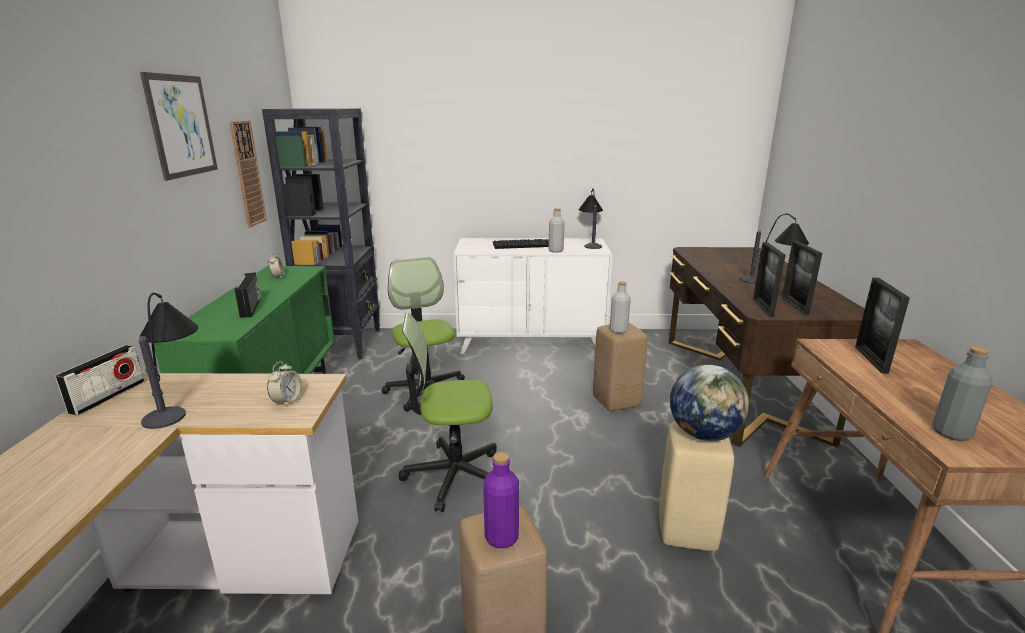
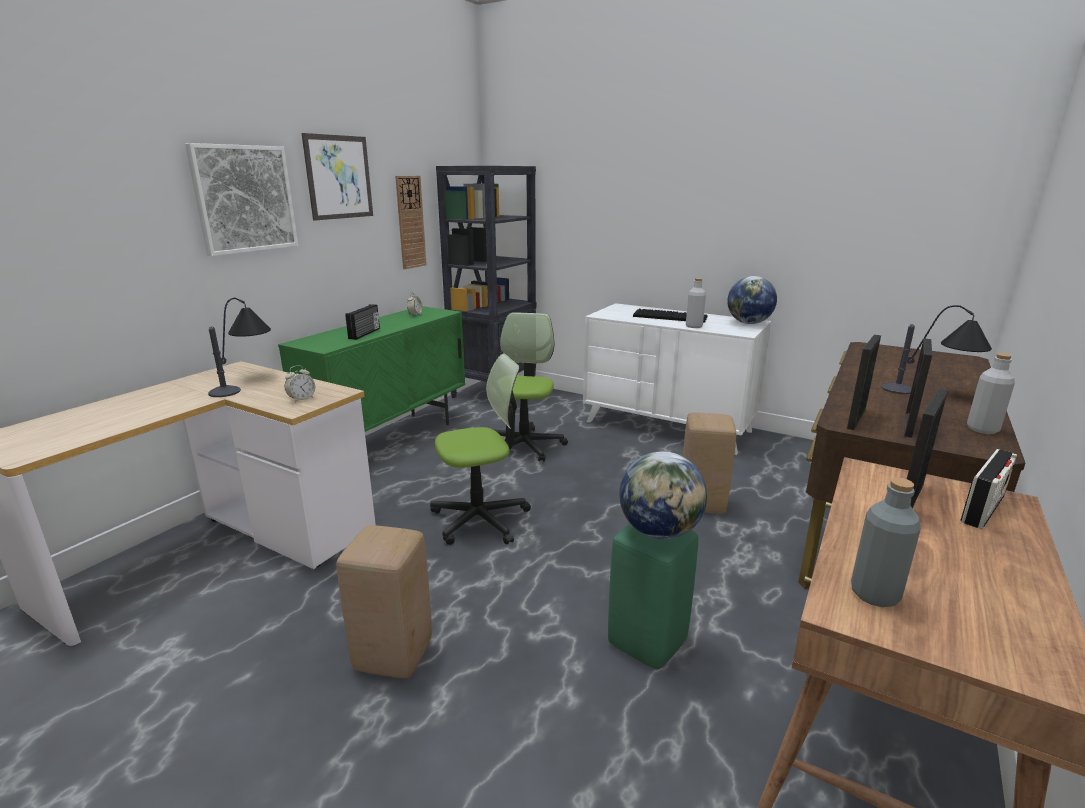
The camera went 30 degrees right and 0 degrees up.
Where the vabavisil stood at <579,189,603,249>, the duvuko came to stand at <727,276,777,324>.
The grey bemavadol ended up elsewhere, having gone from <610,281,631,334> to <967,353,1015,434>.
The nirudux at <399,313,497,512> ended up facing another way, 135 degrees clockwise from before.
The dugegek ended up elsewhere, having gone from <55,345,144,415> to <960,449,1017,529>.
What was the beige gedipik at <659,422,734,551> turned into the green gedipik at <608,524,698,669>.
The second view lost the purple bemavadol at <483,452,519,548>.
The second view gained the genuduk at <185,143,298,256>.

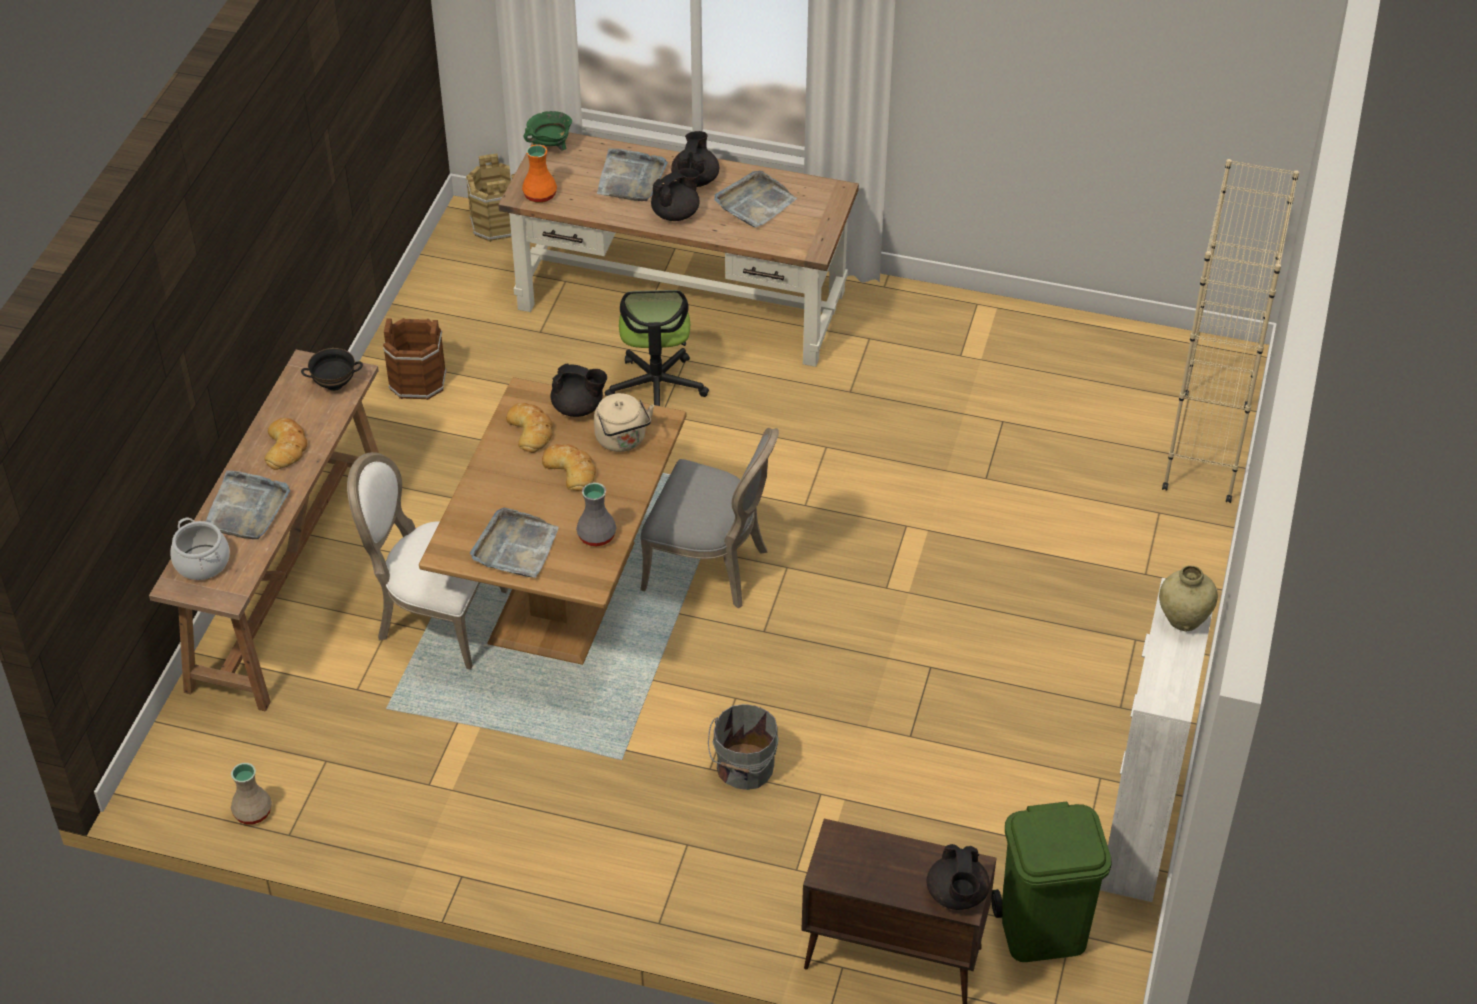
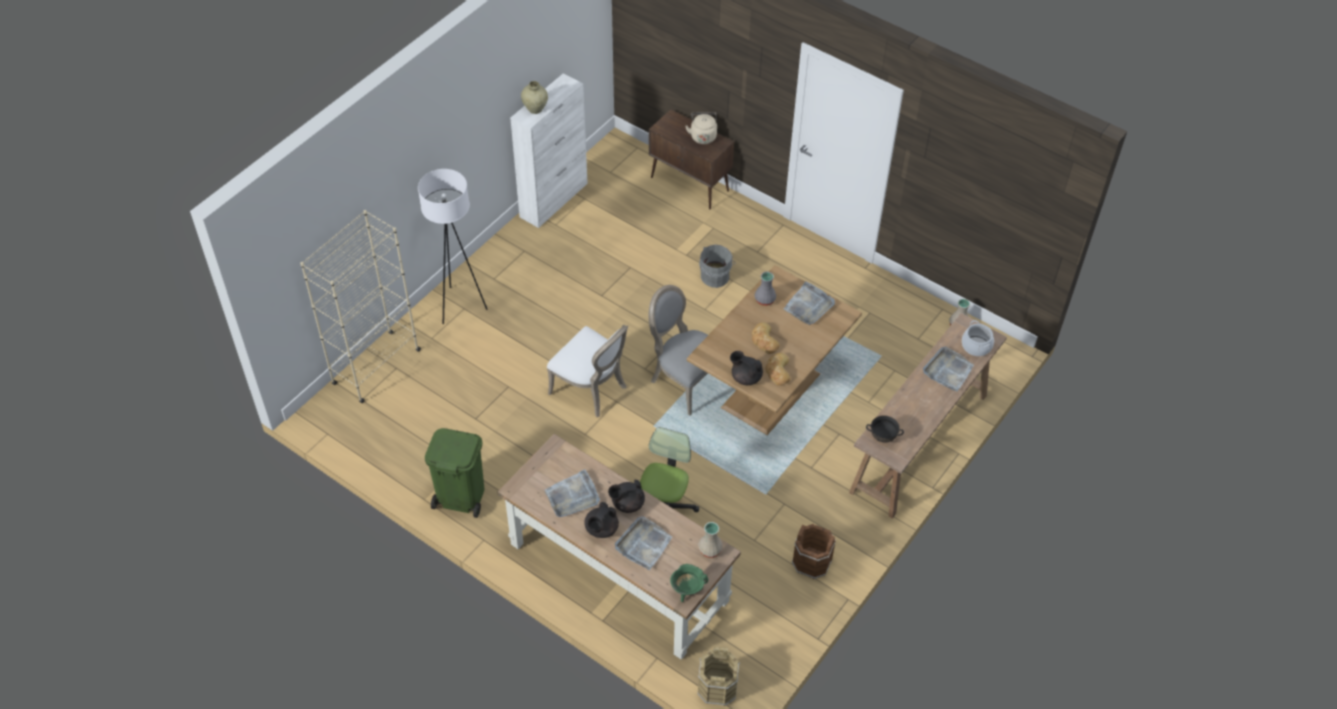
The camera went 160 degrees left and 5 degrees up.
What was the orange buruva at <522,144,557,203> turned into the beige buruva at <698,522,723,558>.
The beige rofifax ended up elsewhere, having gone from <594,393,654,452> to <685,112,717,144>.
The second view lost the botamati at <264,418,307,470>.
The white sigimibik ended up elsewhere, having gone from <347,452,508,670> to <547,324,628,417>.
The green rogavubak ended up elsewhere, having gone from <991,802,1111,962> to <425,428,484,518>.
The second view lost the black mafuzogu at <927,844,990,910>.
The second view gained the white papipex at <418,169,488,324>.

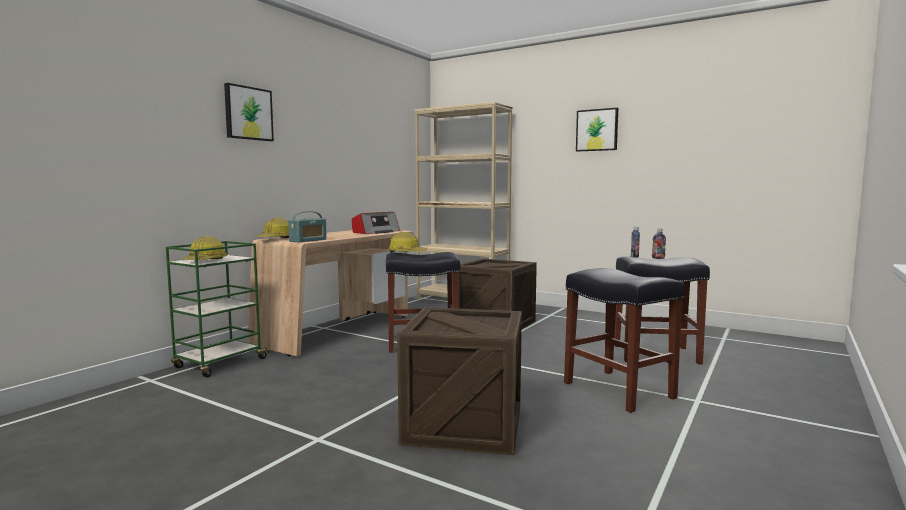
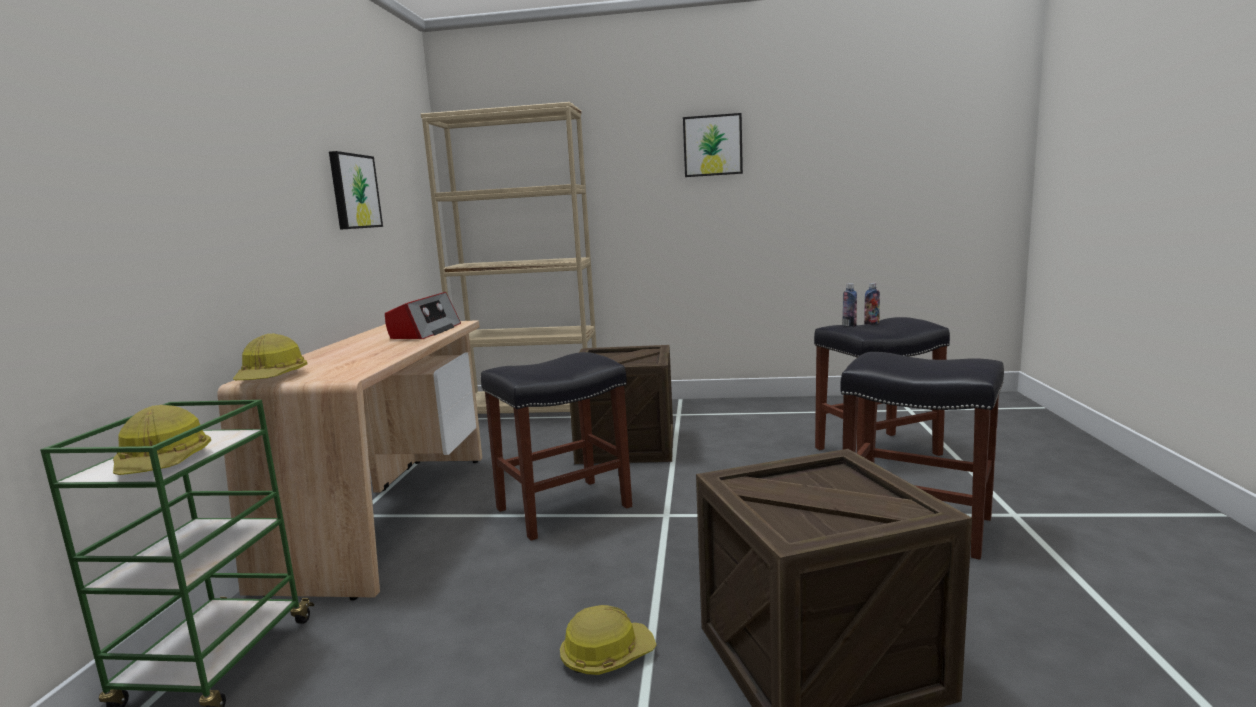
The camera went 25 degrees left and 5 degrees up.
The genuduk ended up elsewhere, having gone from <224,83,274,141> to <329,151,383,230>.
The second view lost the dugegek at <288,211,327,243>.
The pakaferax ended up elsewhere, having gone from <388,232,427,254> to <560,605,657,675>.

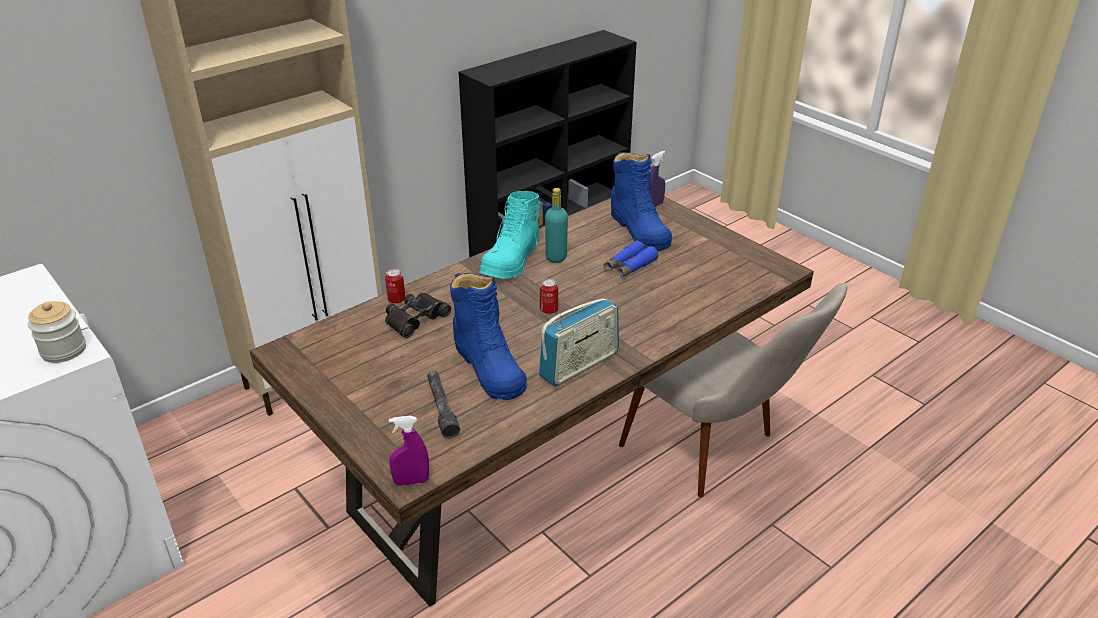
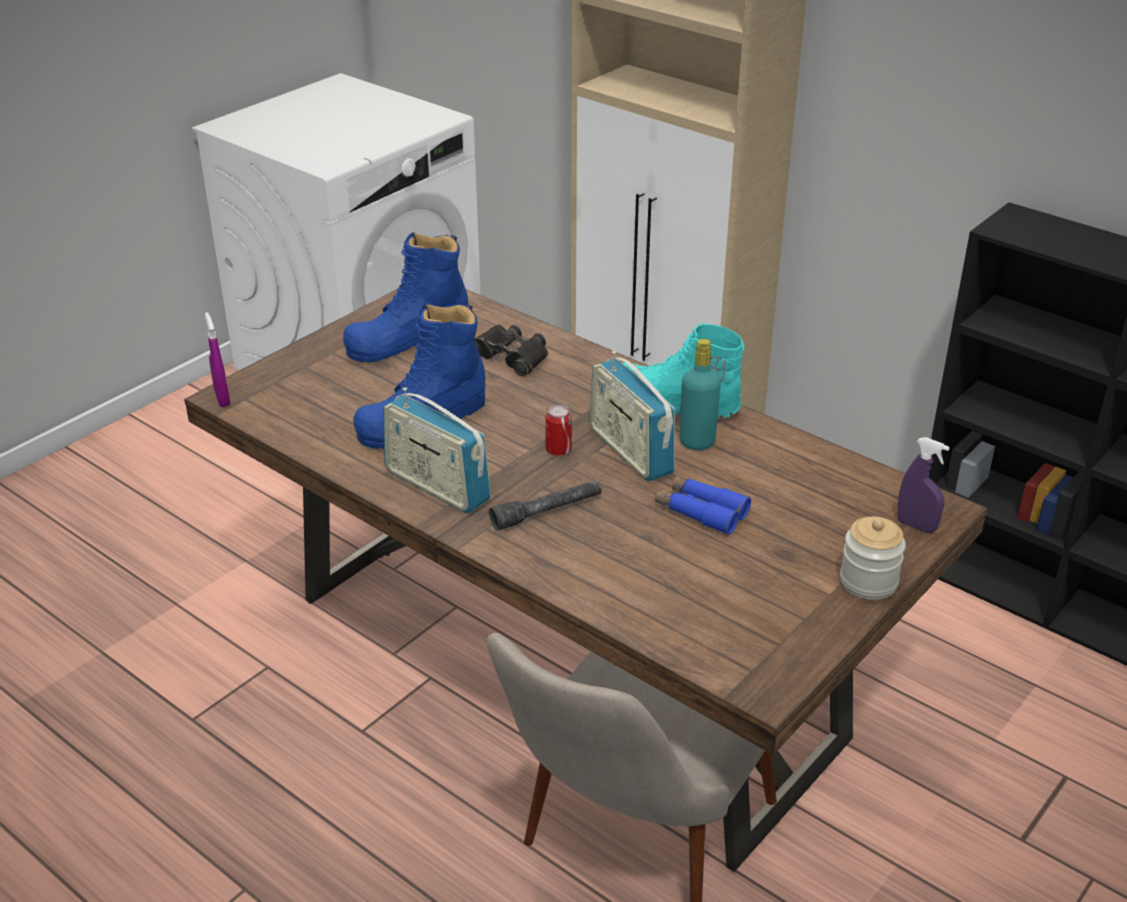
The camera went 80 degrees right and 0 degrees up.
The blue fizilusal ended up elsewhere, having gone from <611,152,672,251> to <343,232,468,362>.
The second view lost the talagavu at <385,268,405,304>.
The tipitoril ended up elsewhere, having gone from <28,301,86,363> to <840,517,906,600>.
The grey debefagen ended up elsewhere, having gone from <427,371,460,439> to <489,480,602,531>.
The second view gained the dugegek at <589,351,675,481>.

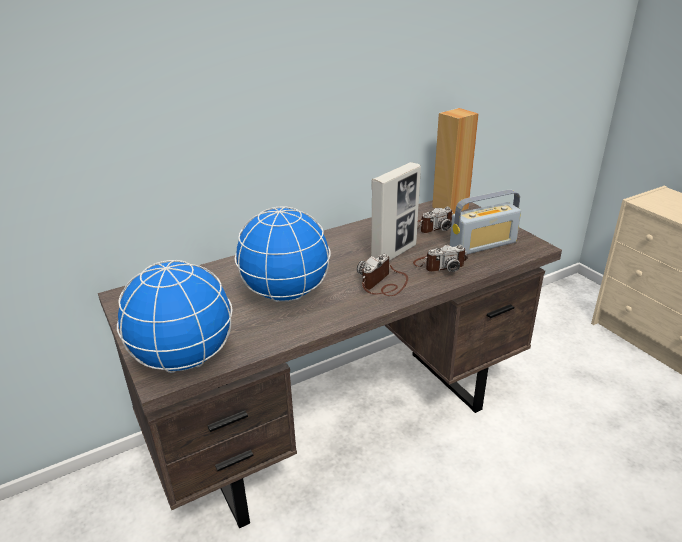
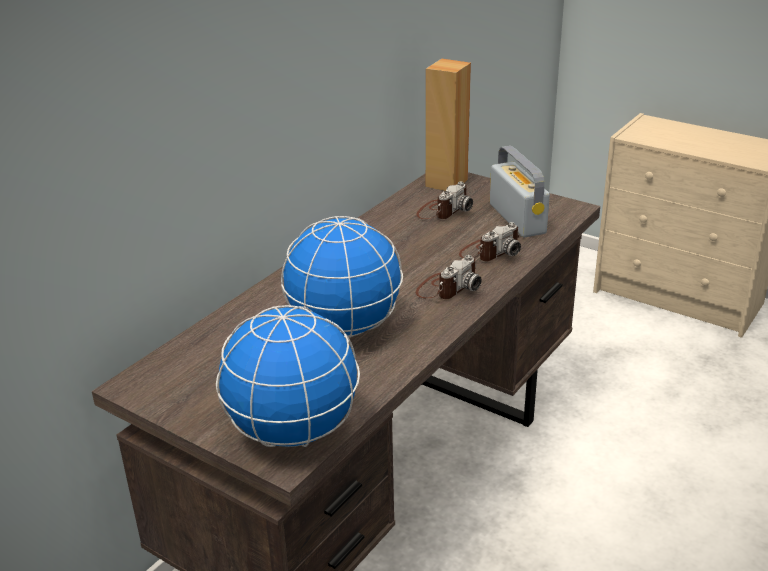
The camera went 25 degrees left and 0 degrees up.
The second view lost the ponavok at <371,162,421,261>.
The dugegek at <450,190,521,254> ended up facing another way, 60 degrees counterclockwise from before.
The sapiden at <357,253,408,296> ended up facing another way, 150 degrees counterclockwise from before.

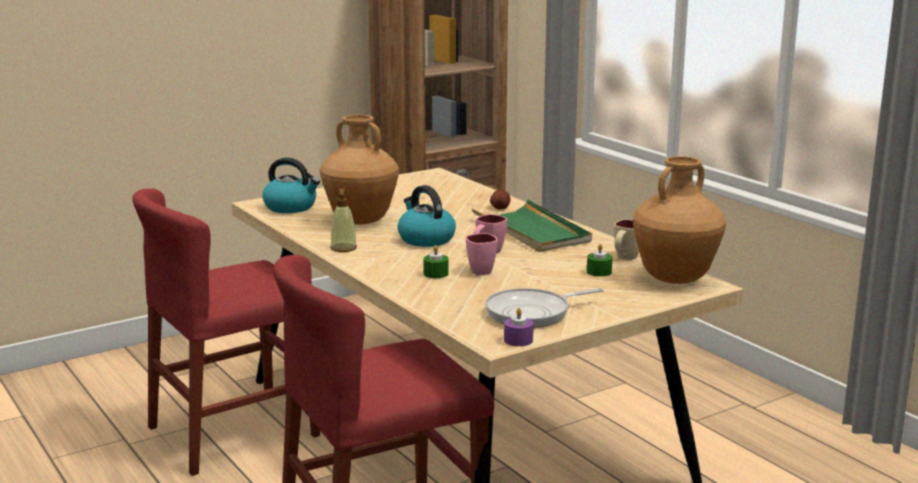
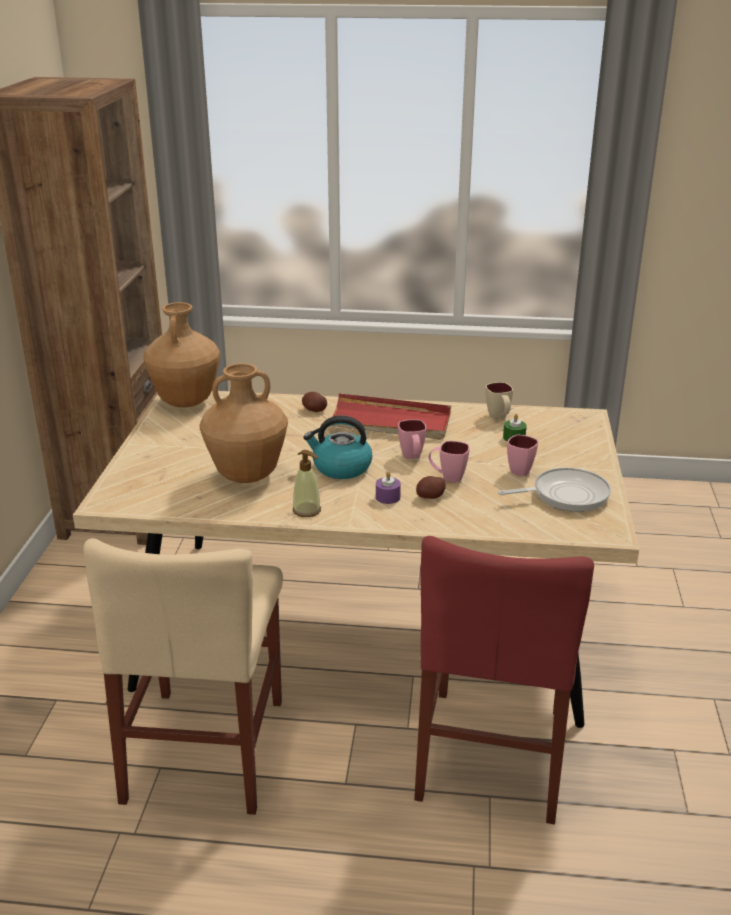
The camera went 50 degrees left and 10 degrees up.
The brown buruva ended up elsewhere, having gone from <633,156,726,284> to <143,302,220,407>.
The second view lost the rofifax at <262,158,320,213>.
What was the red sigimibik at <132,188,320,476> turned into the beige sigimibik at <83,538,283,815>.
What was the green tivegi at <472,200,592,252> turned into the red tivegi at <331,393,451,440>.
Where the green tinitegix stood at <423,245,449,278>, the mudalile came to stand at <416,476,446,499>.
The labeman at <485,288,604,328> ended up facing another way, 120 degrees counterclockwise from before.
The purple tinitegix ended up elsewhere, having gone from <504,308,533,346> to <376,471,401,504>.
The second view gained the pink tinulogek at <507,435,538,476>.

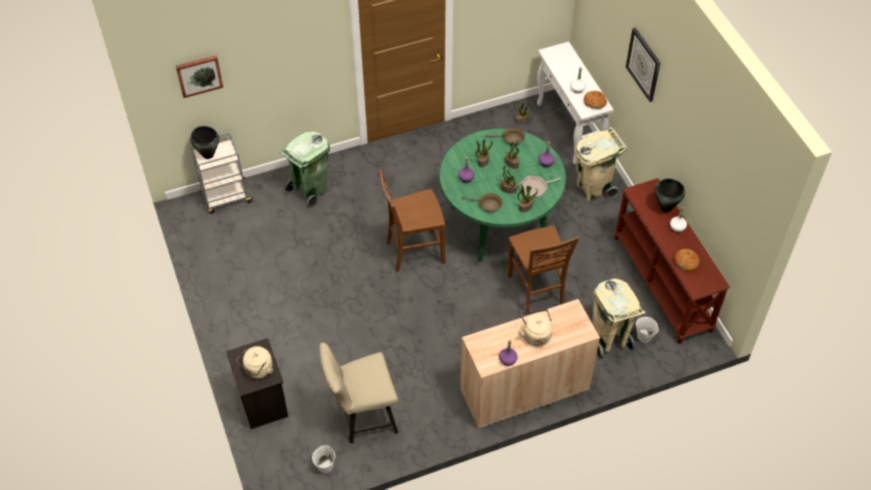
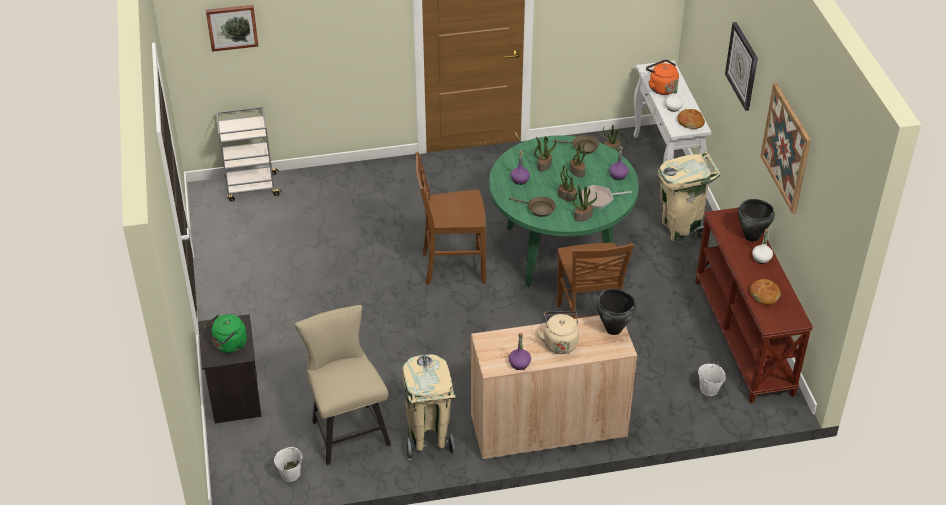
The camera went 10 degrees right and 10 degrees down.
The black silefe ended up elsewhere, having gone from <190,126,219,159> to <596,288,636,335>.
The second view lost the green rogavubak at <279,131,330,208>.
The beige rogavubak ended up elsewhere, having gone from <592,279,647,360> to <402,354,457,460>.
The beige sigimibik at <320,343,398,443> ended up facing another way, 75 degrees clockwise from before.
What was the beige rofifax at <236,346,273,379> turned into the green rofifax at <204,314,247,353>.
The second view gained the orange rofifax at <646,60,679,95>.
The second view gained the genuduk at <760,83,811,214>.

